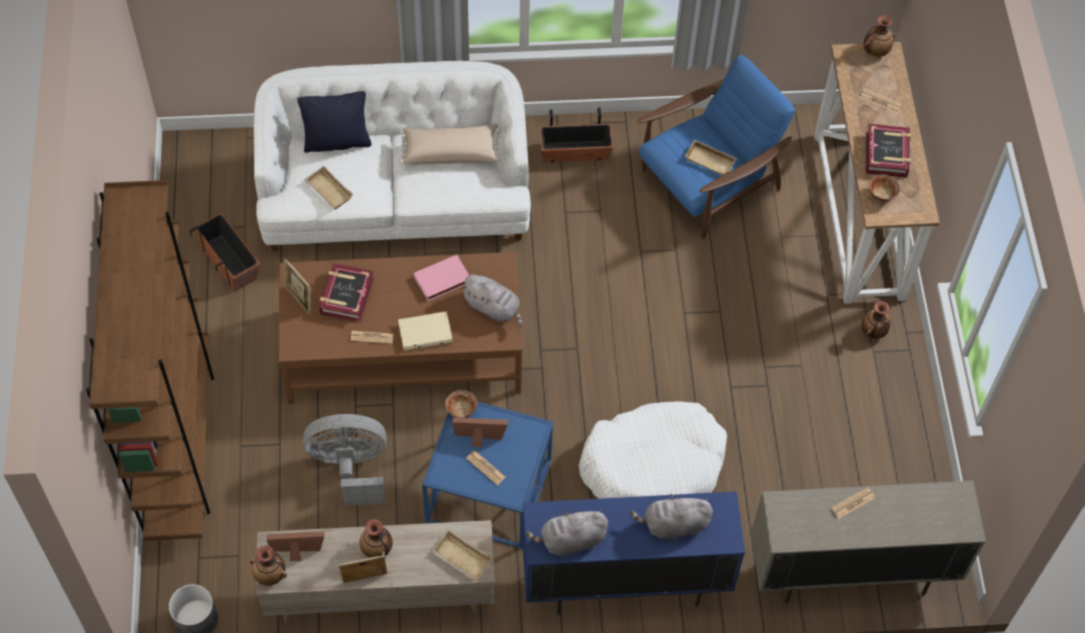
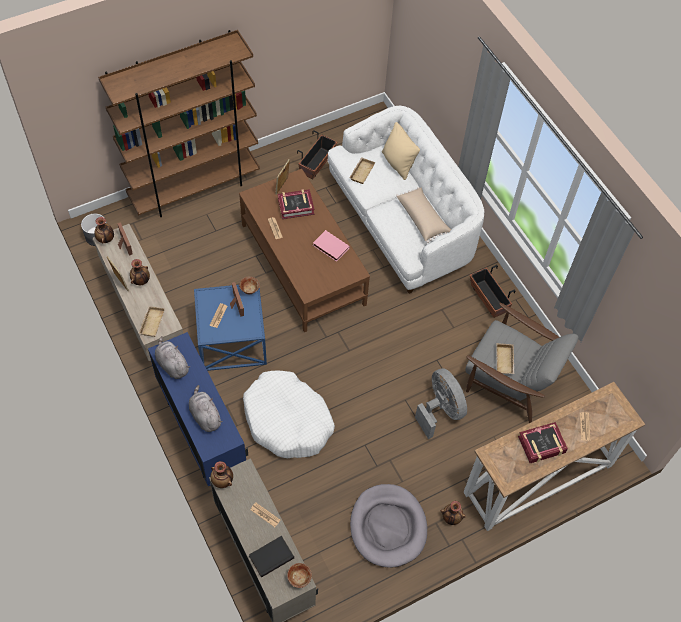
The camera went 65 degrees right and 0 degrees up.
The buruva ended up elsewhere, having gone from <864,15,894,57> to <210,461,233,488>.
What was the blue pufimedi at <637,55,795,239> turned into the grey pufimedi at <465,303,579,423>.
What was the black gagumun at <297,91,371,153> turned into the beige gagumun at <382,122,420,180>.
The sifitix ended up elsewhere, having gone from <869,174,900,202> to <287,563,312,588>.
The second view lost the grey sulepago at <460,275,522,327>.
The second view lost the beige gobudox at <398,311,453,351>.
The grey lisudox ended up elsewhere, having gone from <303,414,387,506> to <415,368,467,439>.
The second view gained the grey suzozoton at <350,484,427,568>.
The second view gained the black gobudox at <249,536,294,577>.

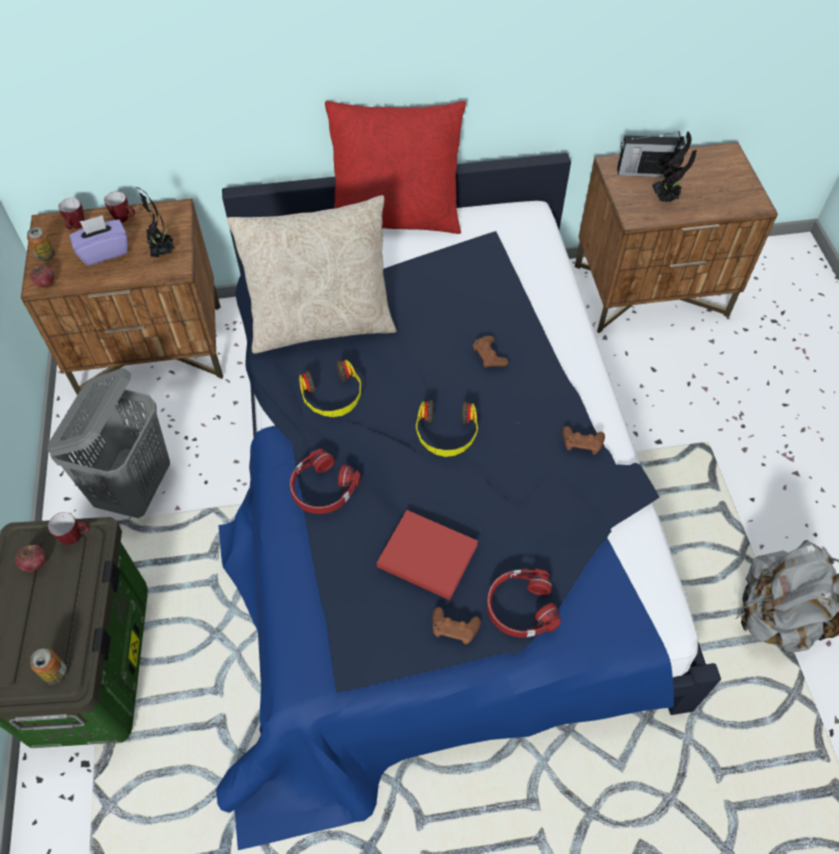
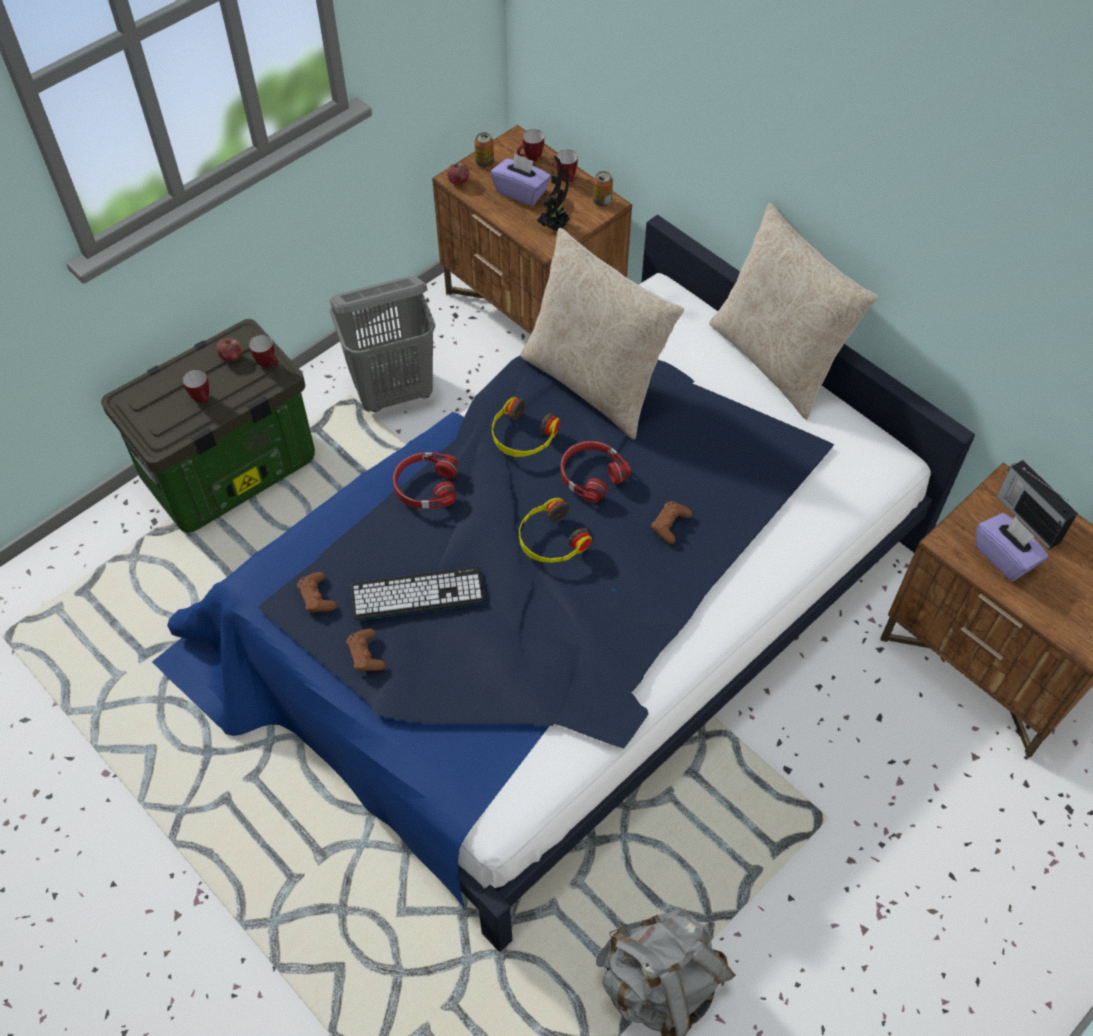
The camera went 55 degrees right and 0 degrees up.
What was the red gagumun at <325,101,466,234> turned into the beige gagumun at <709,203,878,420>.
Where the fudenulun stood at <652,131,697,202>, the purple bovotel came to stand at <975,513,1049,581>.
The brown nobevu ended up elsewhere, having gone from <562,426,605,455> to <297,572,337,613>.
Where the red gobudox stood at <377,510,478,600>, the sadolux came to stand at <351,567,485,620>.
The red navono ended up elsewhere, having gone from <487,568,561,638> to <560,441,631,503>.
The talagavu ended up elsewhere, having gone from <30,648,67,684> to <593,171,613,207>.
The second view gained the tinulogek at <182,370,209,404>.

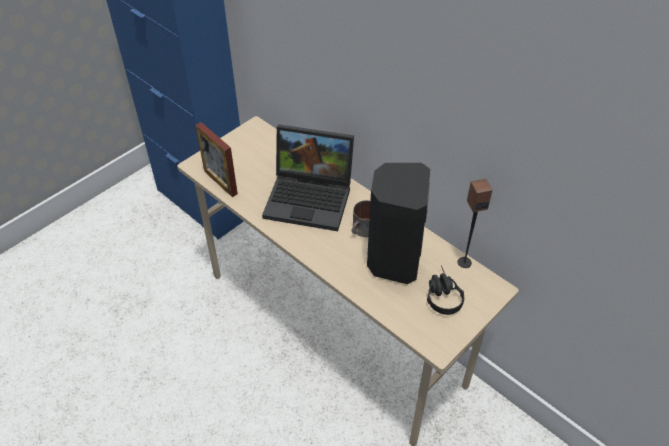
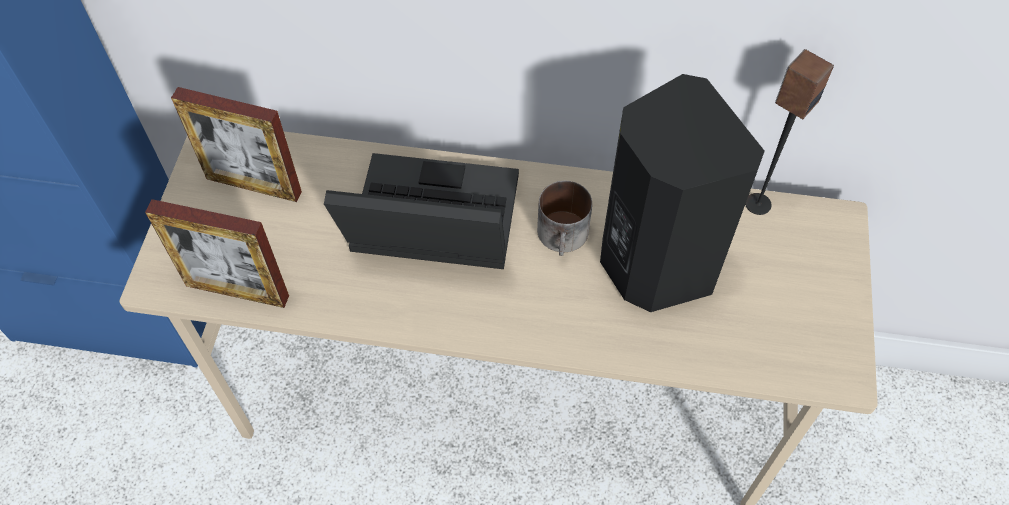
The camera went 35 degrees left and 10 degrees up.
The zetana at <262,124,354,231> ended up facing another way, 150 degrees counterclockwise from before.
The second view lost the black navono at <427,265,464,315>.
The second view gained the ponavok at <171,87,302,202>.

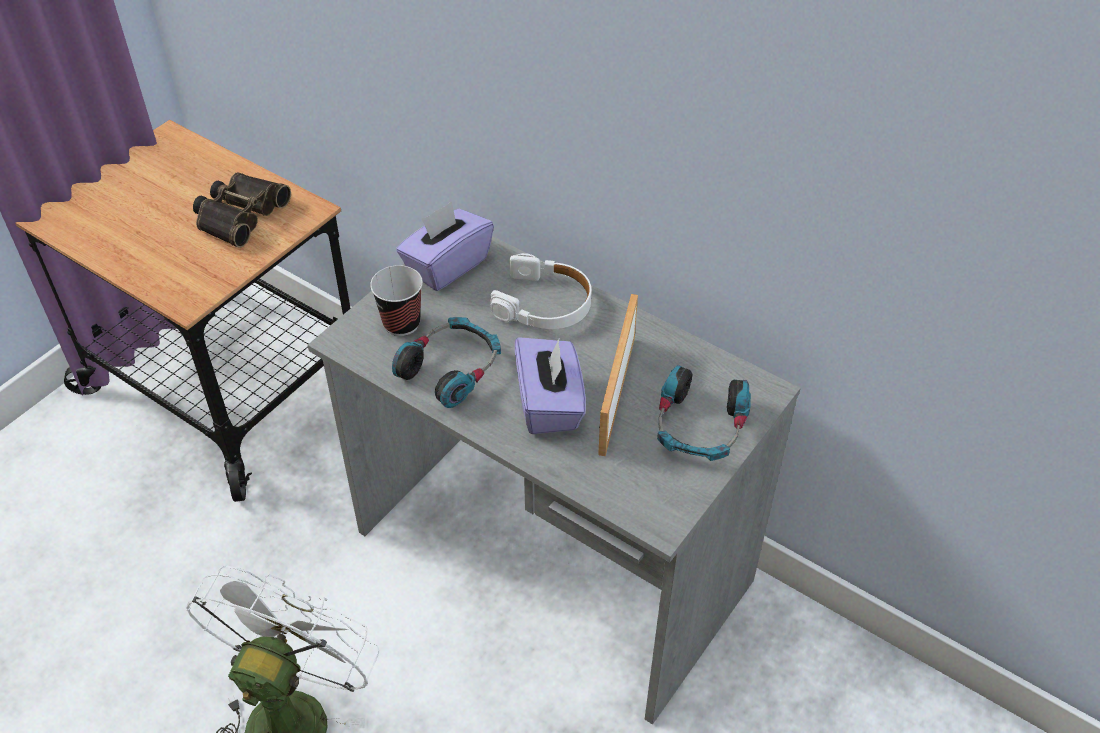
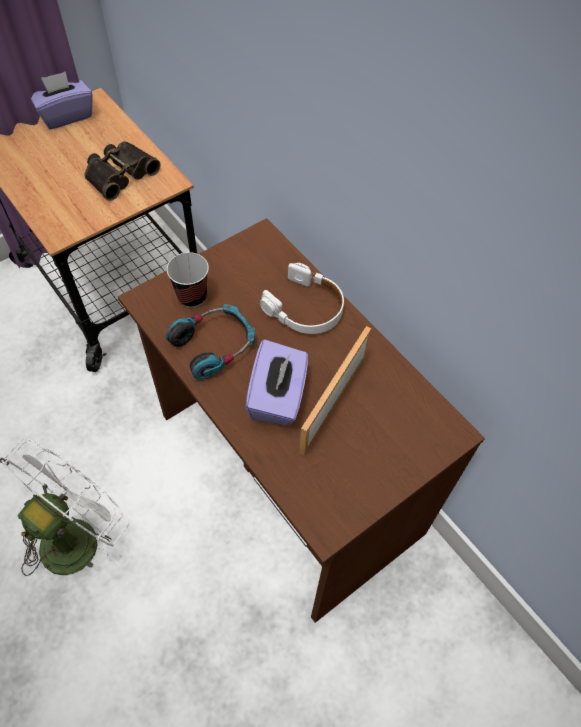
The camera went 15 degrees right and 10 degrees up.
The purple bovotel ended up elsewhere, having gone from <396,201,494,291> to <31,71,92,129>.
What was the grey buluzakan at <308,236,801,725> turned into the brown buluzakan at <118,218,485,623>.
The second view lost the navono at <657,365,751,461>.

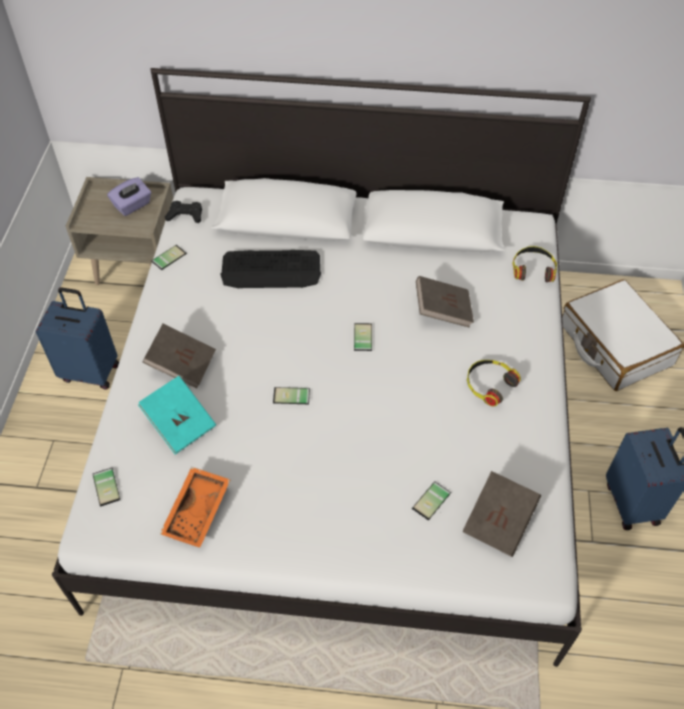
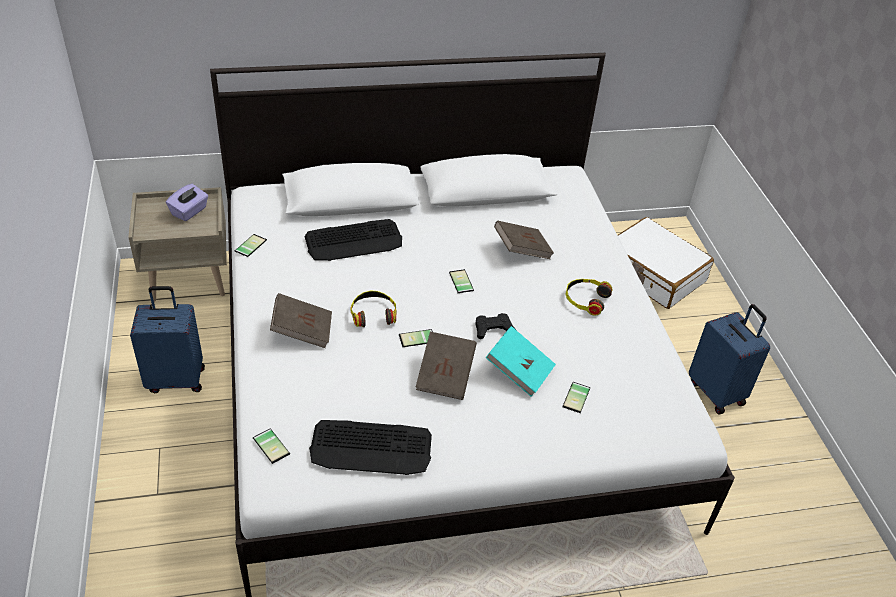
The camera went 20 degrees left and 10 degrees down.
The black nobevu ended up elsewhere, having gone from <165,201,202,223> to <475,313,516,339>.
The navono ended up elsewhere, having gone from <512,246,557,282> to <351,291,397,327>.
The turquoise gobudox ended up elsewhere, having gone from <138,376,216,454> to <485,326,556,397>.
Where the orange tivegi stood at <160,467,231,548>, the sadolux came to stand at <309,420,432,475>.
The brown gobudox ended up elsewhere, having gone from <463,471,541,557> to <416,332,477,400>.

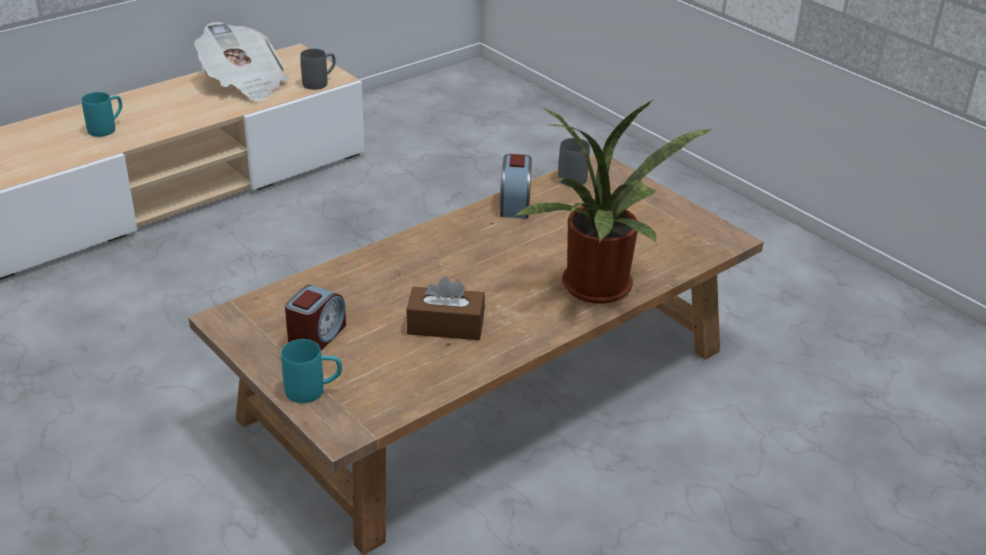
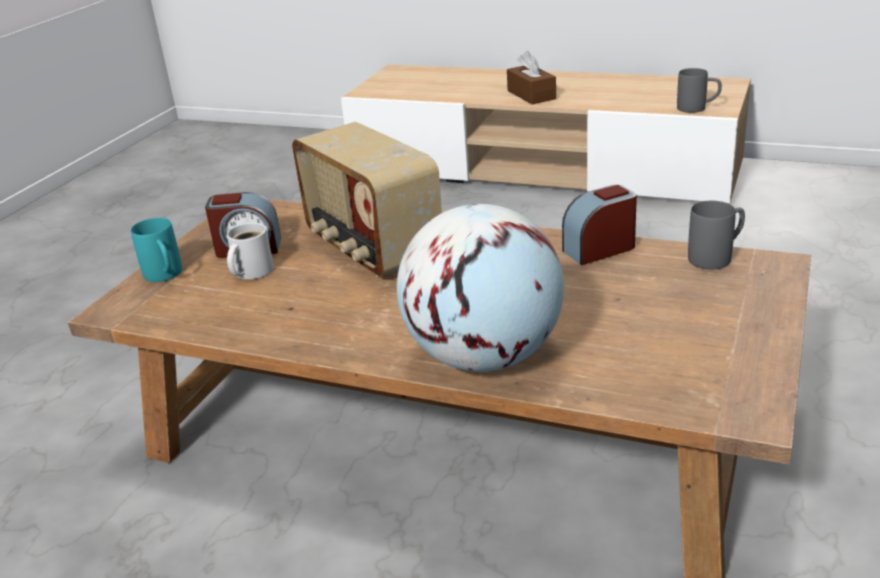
The camera went 65 degrees right and 5 degrees down.
The second view lost the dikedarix at <194,22,289,101>.
The second view lost the turquoise tinulogek at <82,92,122,137>.
Where the fudenulun stood at <515,100,713,304>, the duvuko came to stand at <397,204,564,372>.
The brown bovotel ended up elsewhere, having gone from <406,276,485,340> to <507,51,556,104>.
The second view gained the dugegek at <292,122,442,277>.
The second view gained the white tinulogek at <227,222,274,279>.

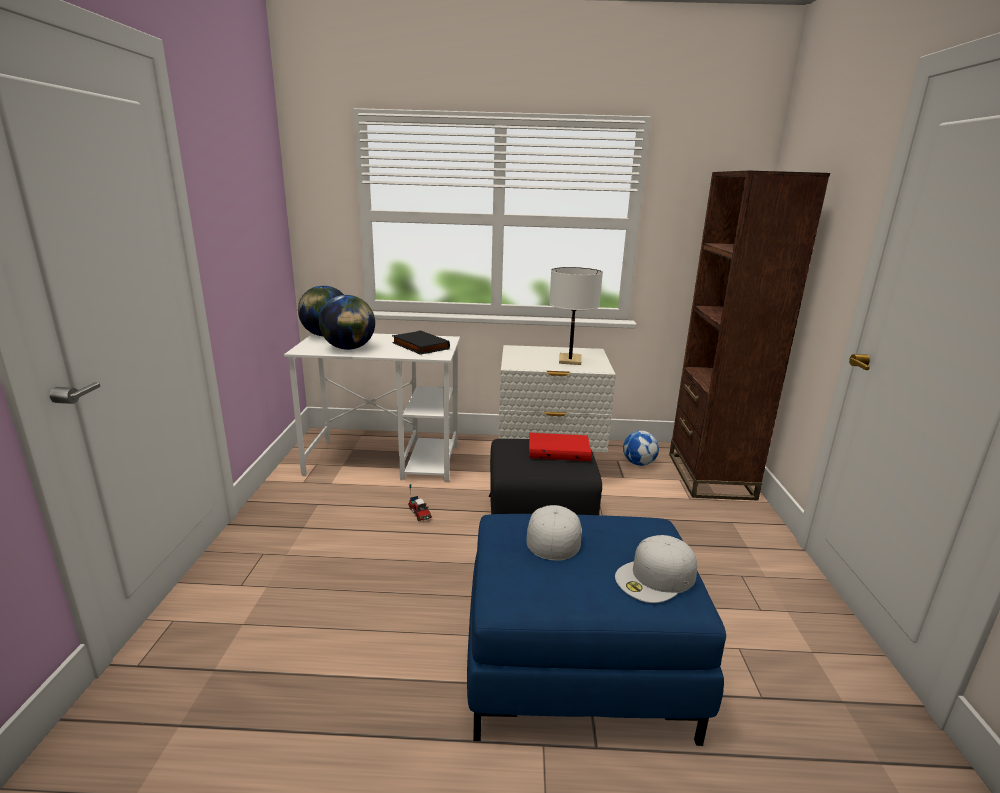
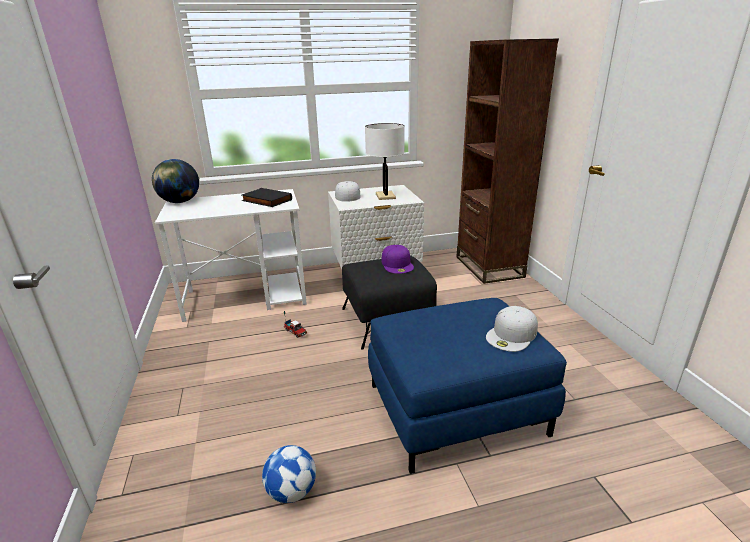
The camera went 15 degrees left and 5 degrees up.
The second view lost the duvuko at <319,295,375,350>.
The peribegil ended up elsewhere, having gone from <623,431,659,466> to <262,445,316,503>.
Where the red gobudox stood at <529,433,591,461>, the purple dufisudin came to stand at <382,245,414,274>.
The white dufisudin ended up elsewhere, having gone from <527,505,582,561> to <335,181,360,202>.

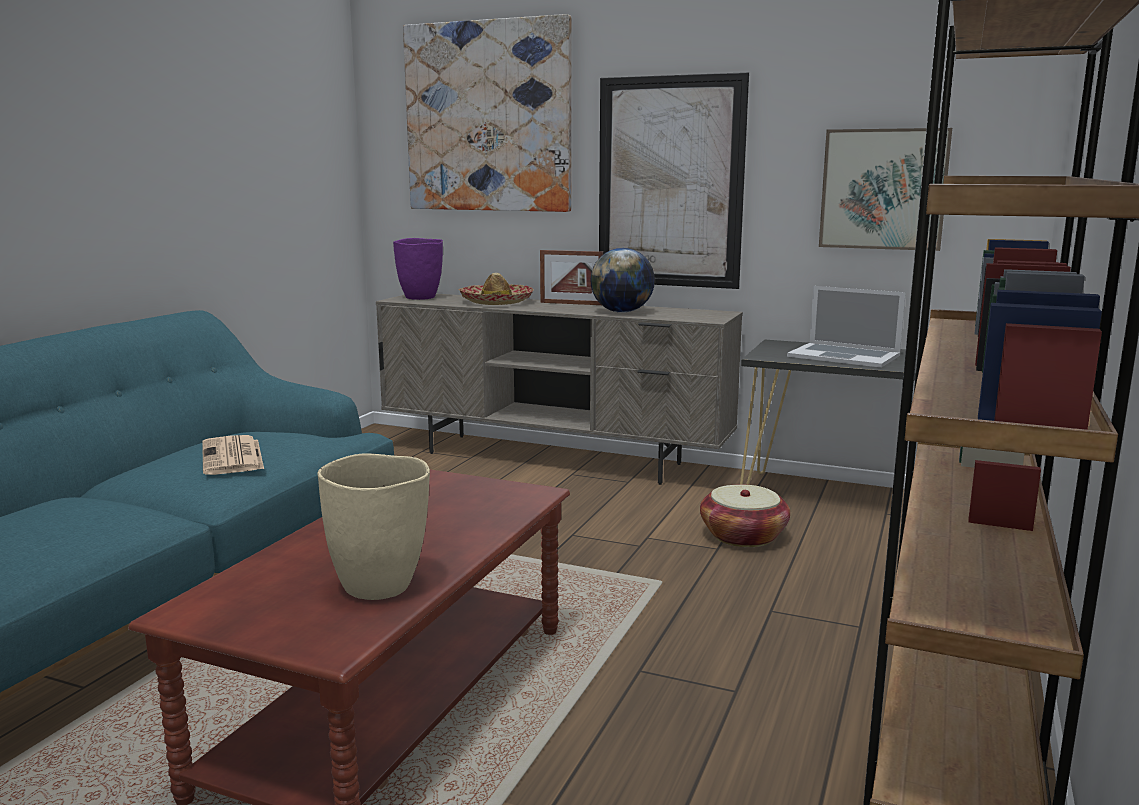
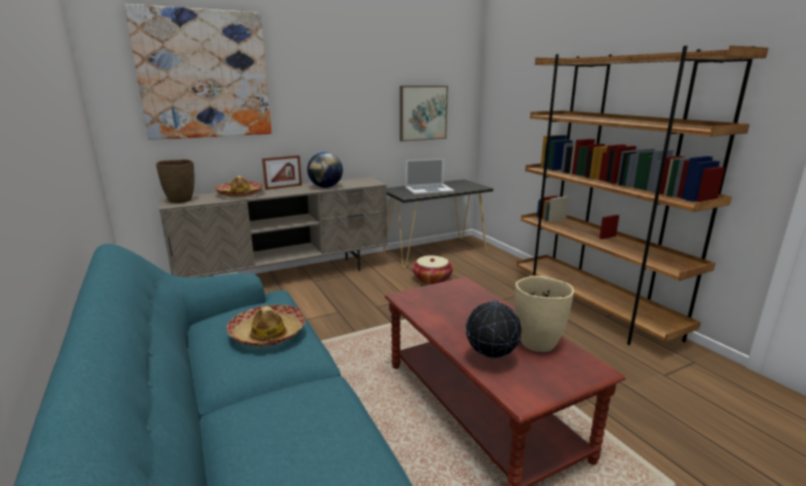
The camera went 50 degrees left and 5 degrees up.
The second view lost the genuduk at <599,72,749,289>.
What was the purple buruva at <393,238,443,300> turned into the brown buruva at <156,159,194,203>.
Where the dikedarix stood at <202,435,264,475>, the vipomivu came to stand at <226,305,306,346>.
The second view gained the duvuko at <466,298,522,360>.

